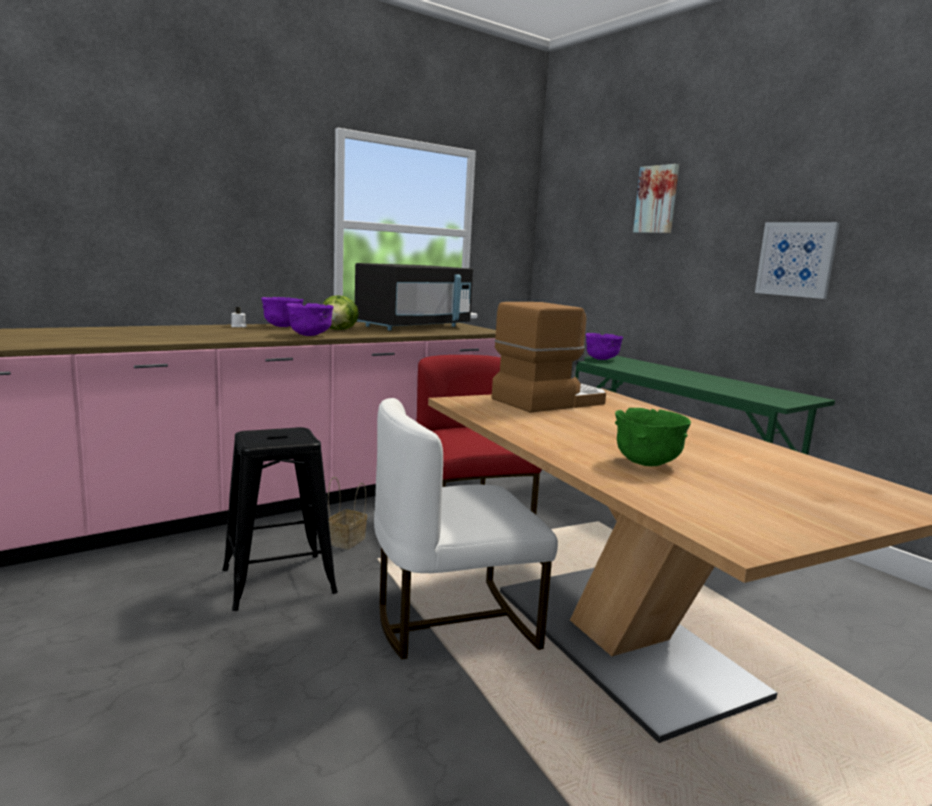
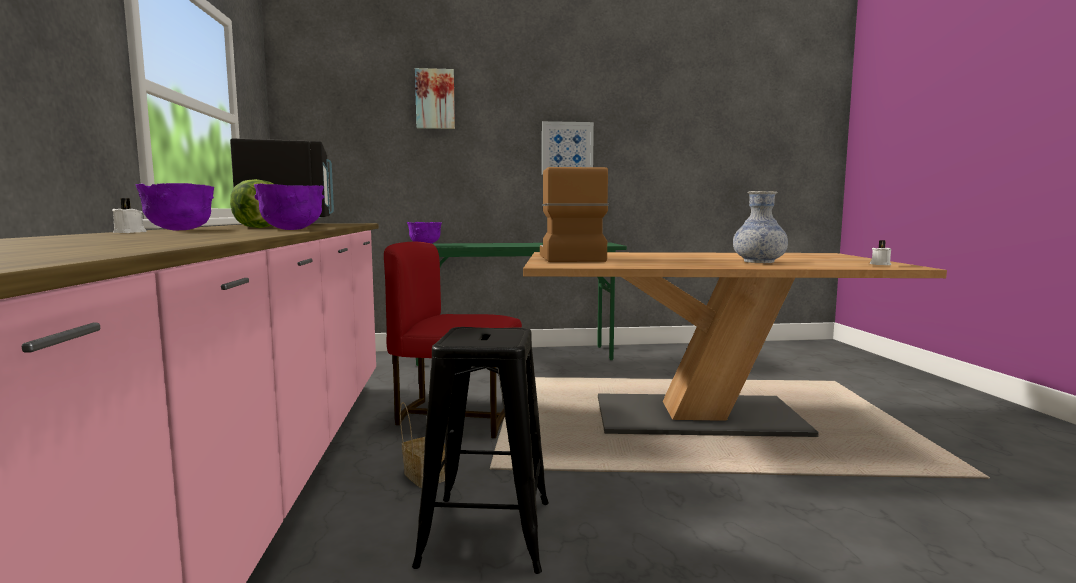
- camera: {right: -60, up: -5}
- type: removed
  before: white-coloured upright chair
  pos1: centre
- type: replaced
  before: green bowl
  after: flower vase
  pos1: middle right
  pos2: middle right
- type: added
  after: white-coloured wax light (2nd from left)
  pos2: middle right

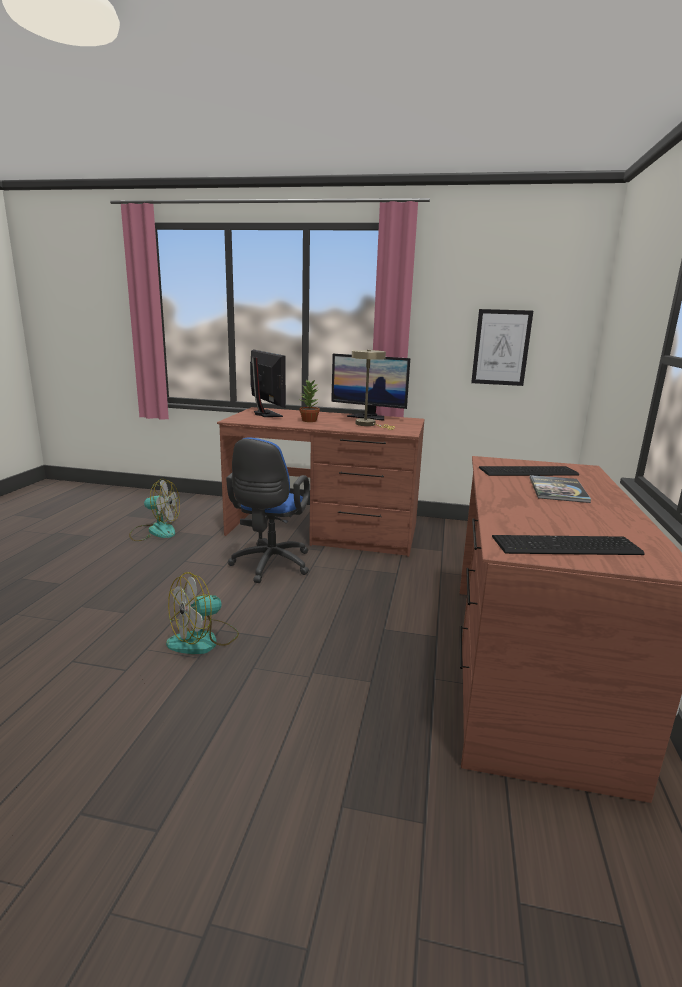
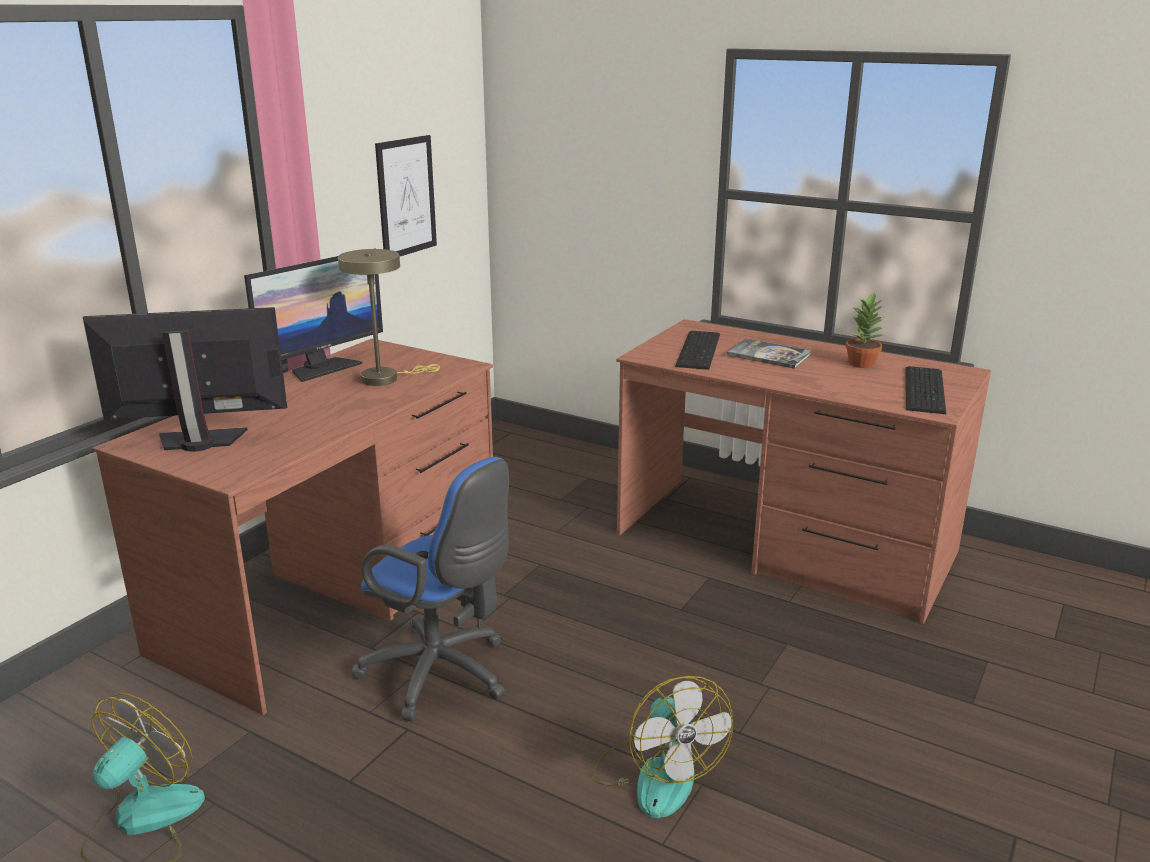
- camera: {right: -70, up: 5}
- type: moved
  before: houseplant
  pos1: centre
  pos2: middle right

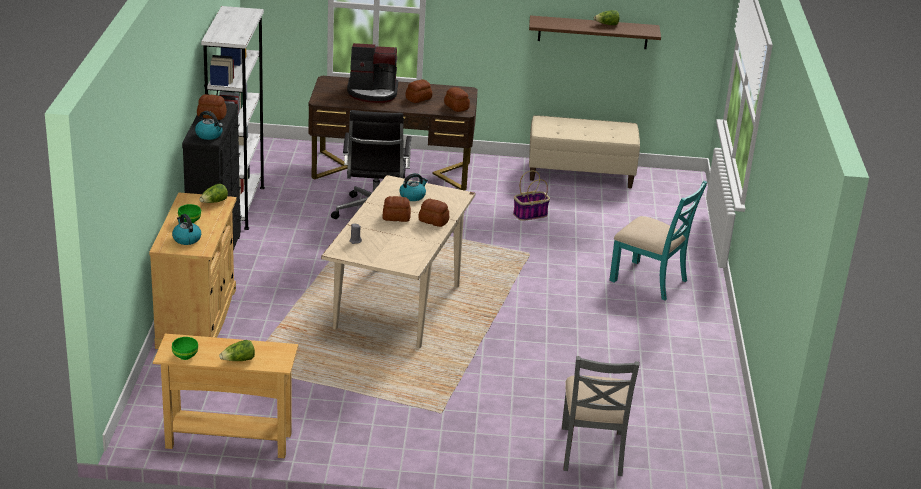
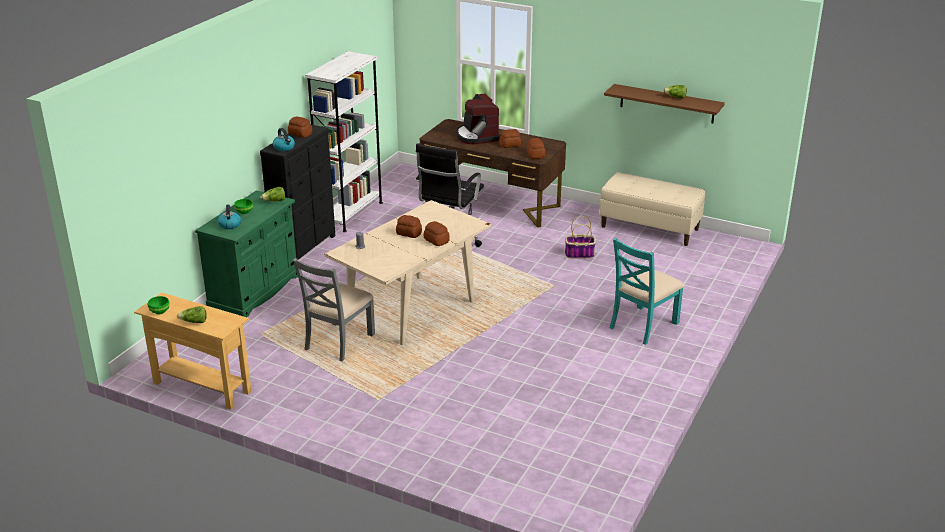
- camera: {right: 25, up: 0}
- type: turned
  before: coffee brewer
  pos1: top centre
  pos2: top centre
  turn: 45
- type: removed
  before: tea kettle (3rd from left)
  pos1: centre
- type: turned
  before: turquoise upright chair
  pos1: middle right
  pos2: middle right
  turn: 75
- type: recoloured
  before: beige storage cabinet
  after: green storage cabinet
  pos1: middle left
  pos2: middle left
- type: moved
  before: greyish upright chair
  pos1: bottom centre
  pos2: centre

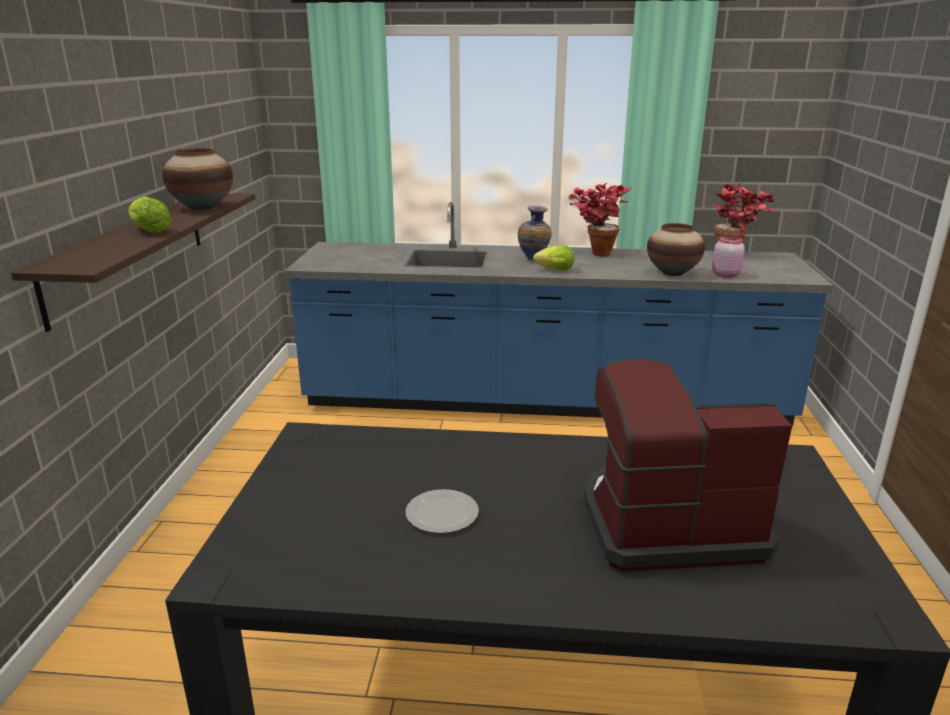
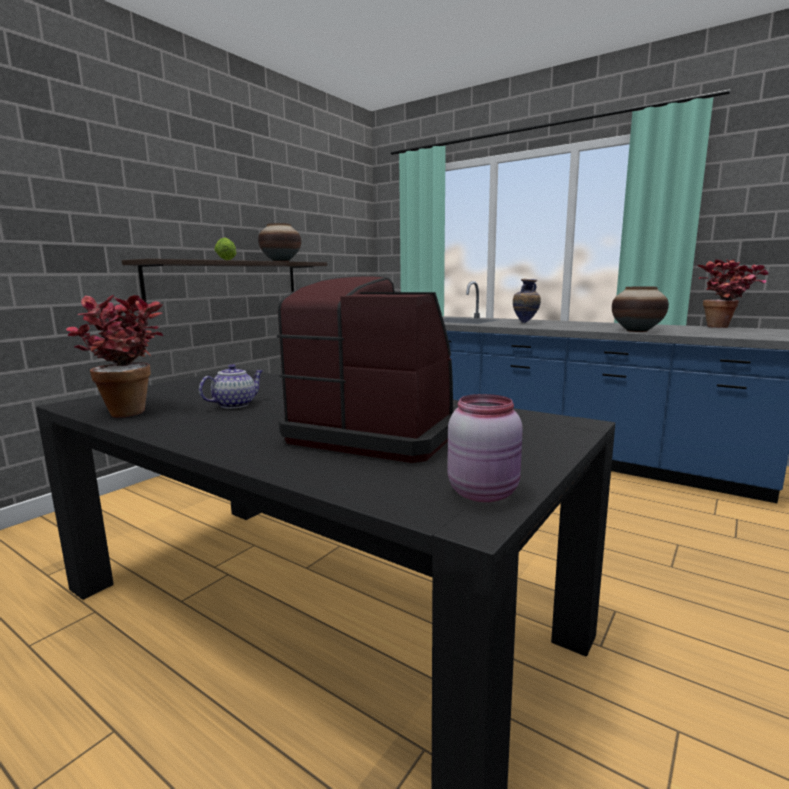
- camera: {right: 30, up: -10}
- type: moved
  before: houseplant (1st from left)
  pos1: top centre
  pos2: middle left
- type: moved
  before: pinkish preserve jar
  pos1: middle right
  pos2: centre
- type: removed
  before: lettuce (2nd from left)
  pos1: centre
- type: replaced
  before: plate
  after: pot for tea
  pos1: bottom centre
  pos2: middle left

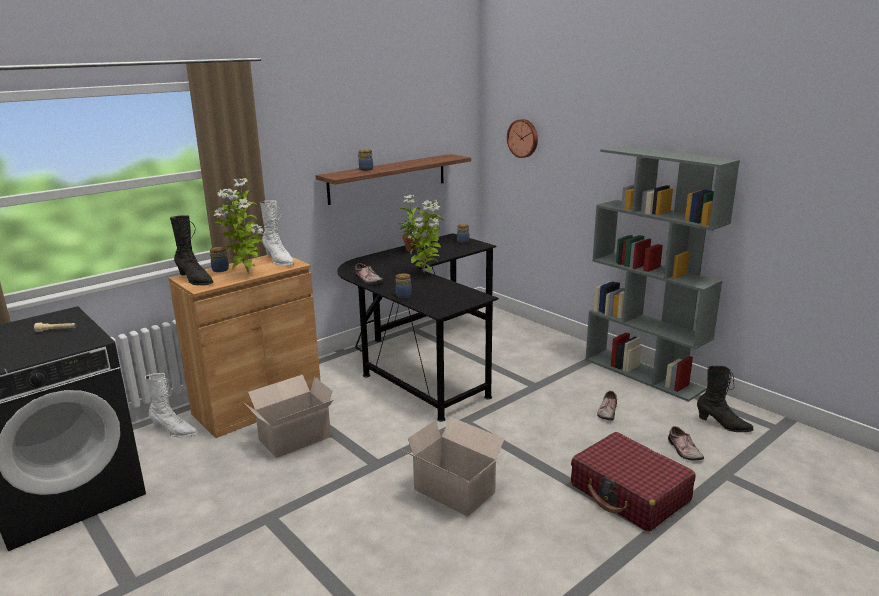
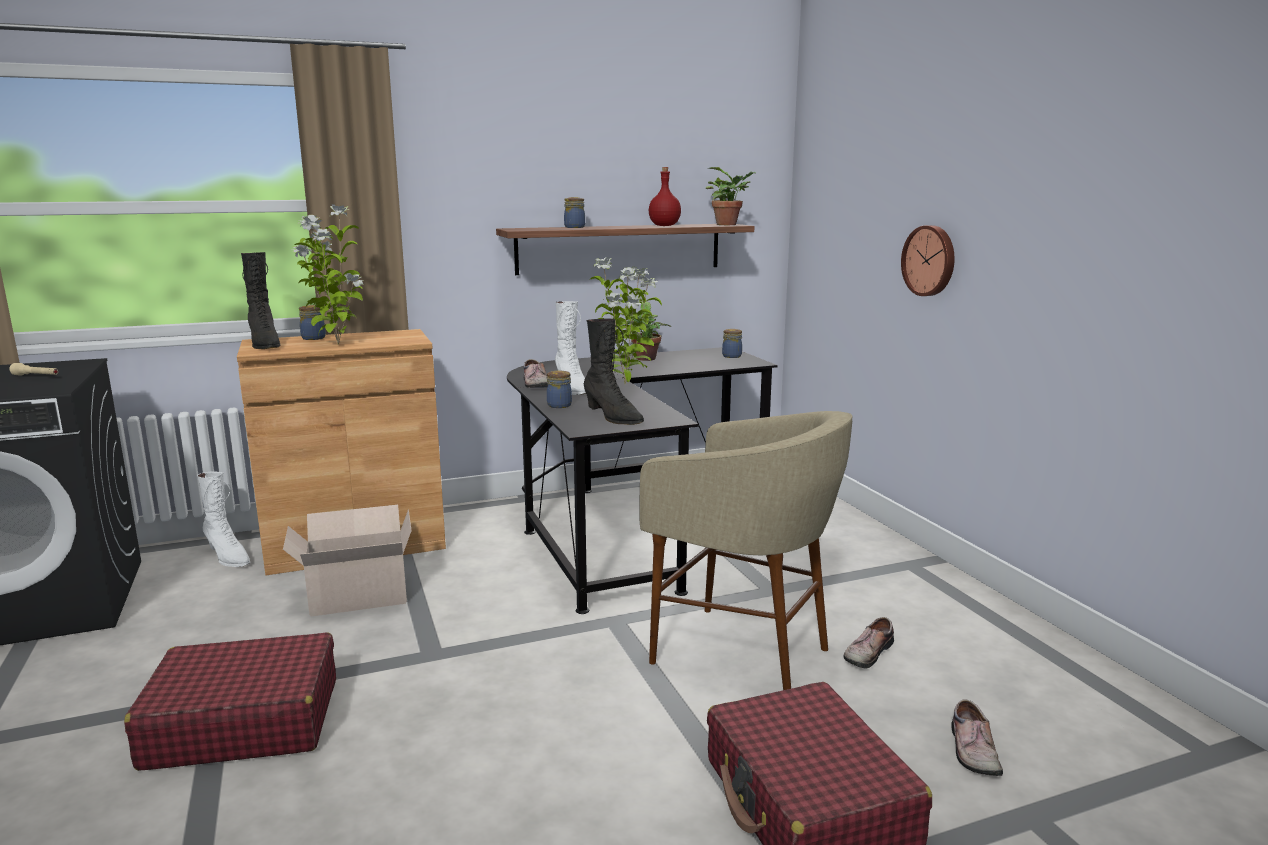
- camera: {right: 20, up: -5}
- type: moved
  before: wall clock
  pos1: top centre
  pos2: top right
- type: removed
  before: greyish bookshelf
  pos1: middle right
- type: moved
  before: white-coloured high-top boot (2nd from left)
  pos1: middle left
  pos2: centre
- type: moved
  before: blackish high-top boot (2nd from left)
  pos1: bottom right
  pos2: centre
- type: removed
  before: packing box (2nd from left)
  pos1: bottom centre
- type: added
  after: red-coloured drink bottle
  pos2: top centre
- type: added
  after: houseplant (4th from left)
  pos2: top centre
- type: added
  after: beige sitting stool
  pos2: centre
- type: added
  after: red-coloured suitcase (1st from left)
  pos2: bottom left

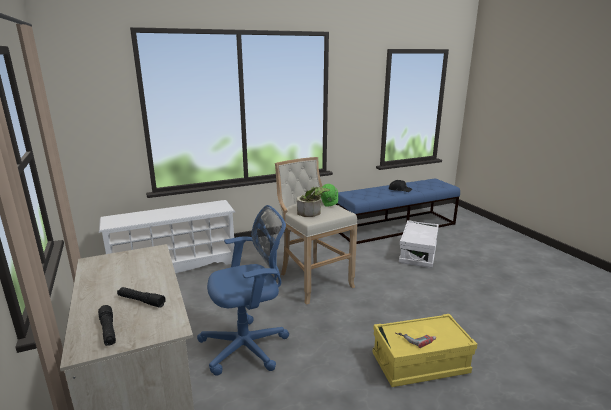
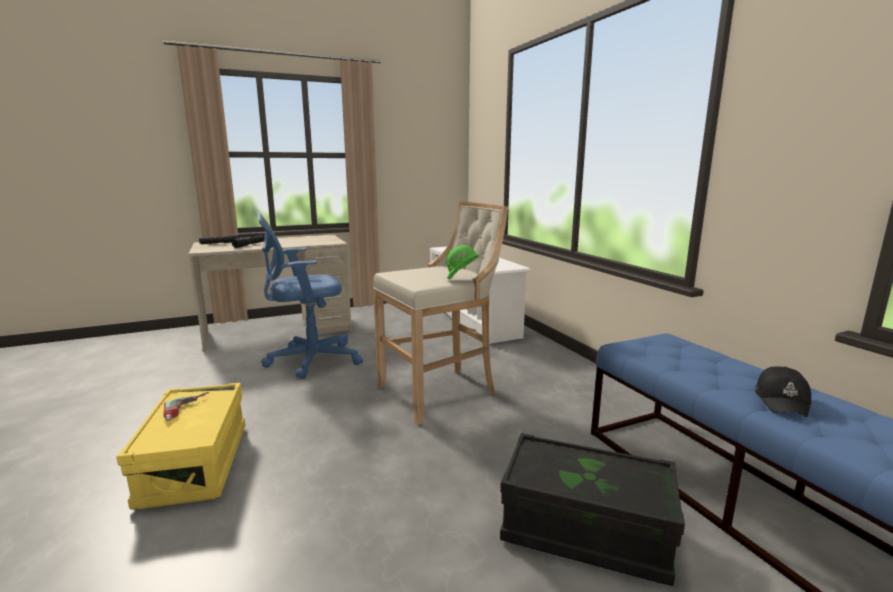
- camera: {right: 90, up: -5}
- type: removed
  before: houseplant
  pos1: centre
- type: turned
  before: blue-coloured desk chair
  pos1: bottom centre
  pos2: centre
  turn: 90
- type: recoloured
  before: white-coloured storage box
  after: blackish storage box
  pos1: middle right
  pos2: bottom centre

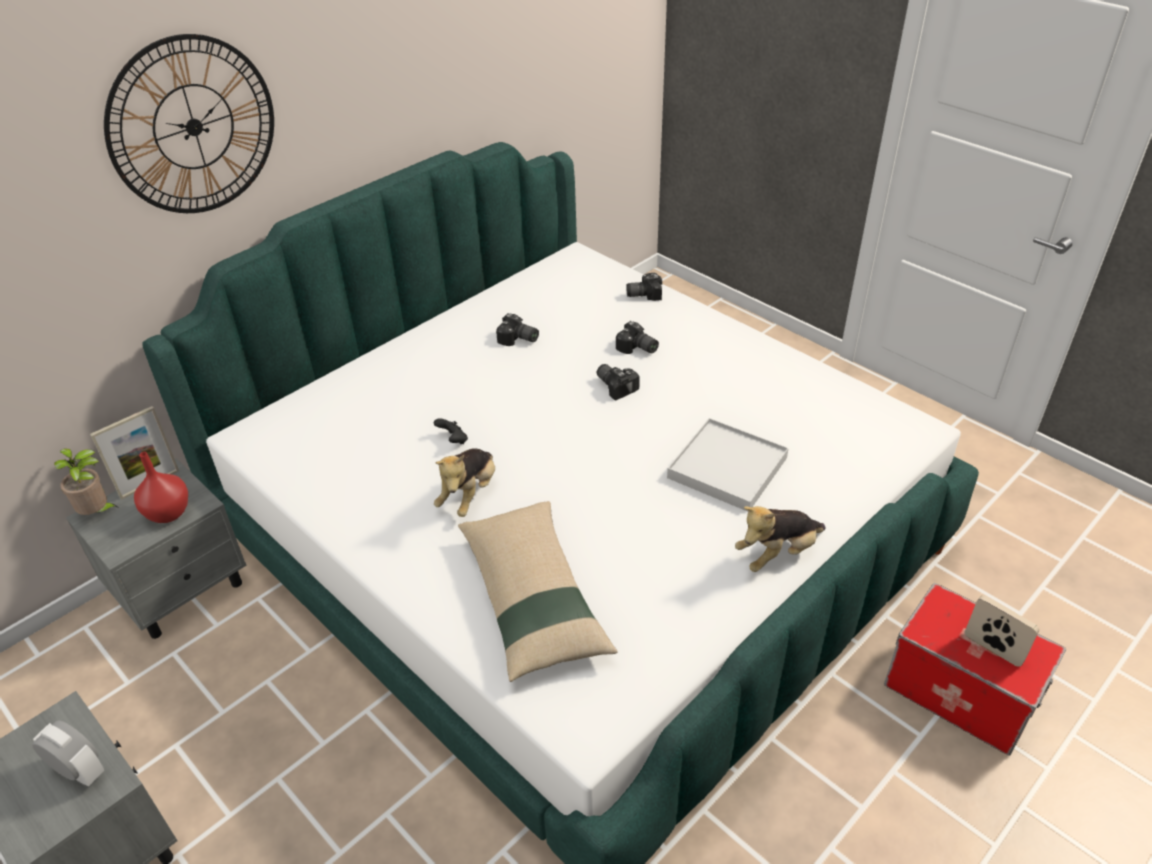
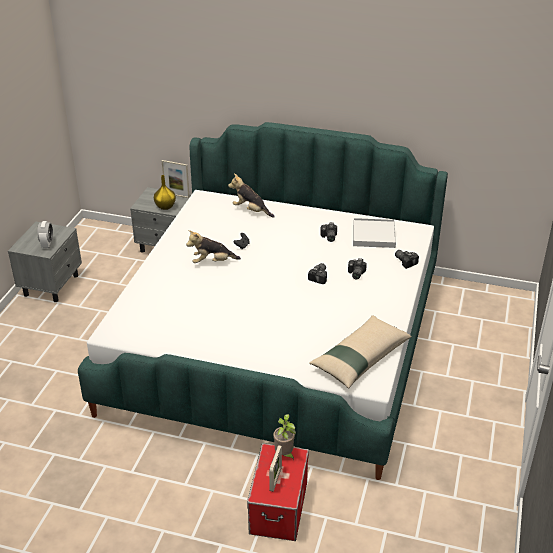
- camera: {right: 60, up: -5}
- type: removed
  before: wall clock
  pos1: top left
- type: moved
  before: white-coloured serving tray
  pos1: centre
  pos2: middle right
- type: moved
  before: houseplant
  pos1: middle left
  pos2: bottom centre
- type: recoloured
  before: red-coloured flower vase
  after: yellow flower vase
  pos1: middle left
  pos2: middle left
- type: moved
  before: beige throw pillow
  pos1: bottom centre
  pos2: centre
- type: moved
  before: plush toy (2nd from left)
  pos1: middle right
  pos2: centre

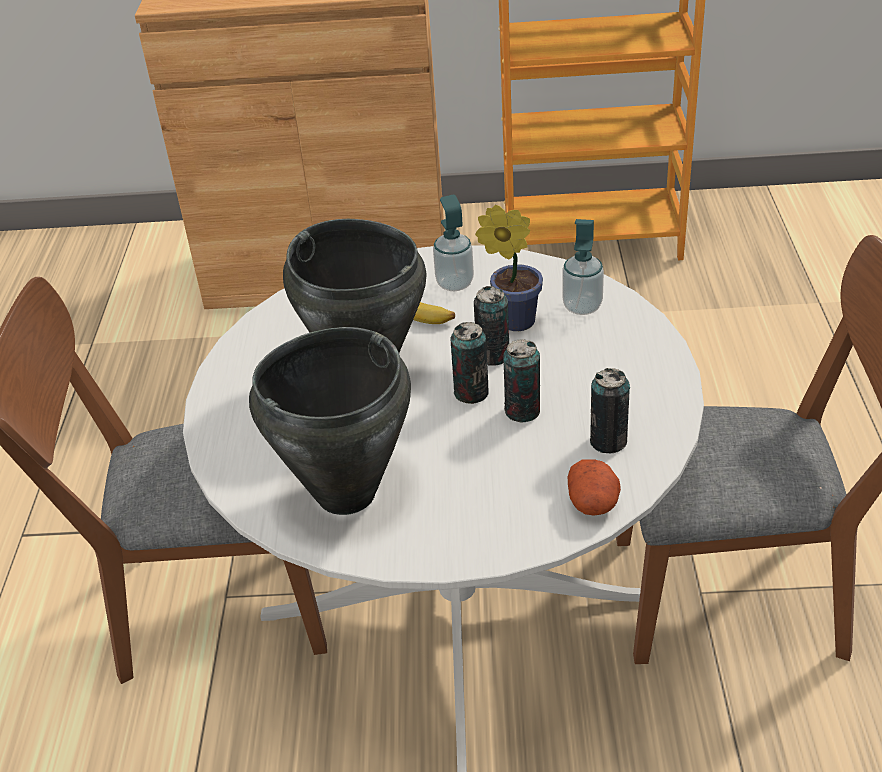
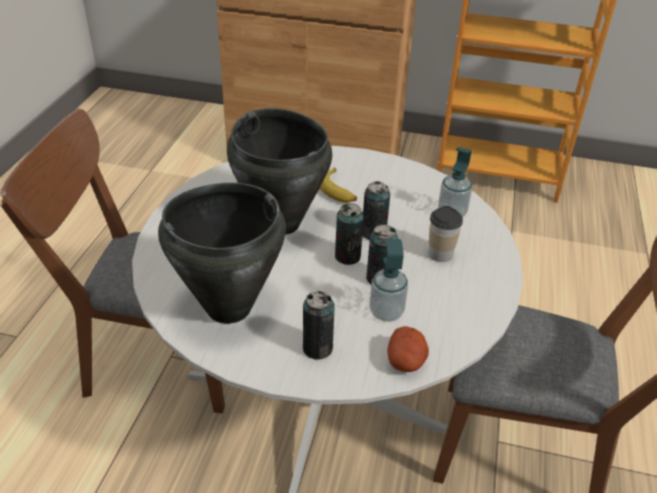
- camera: {right: 10, up: 0}
- type: moved
  before: liquid soap bottle (1st from left)
  pos1: top centre
  pos2: centre
- type: removed
  before: houseplant
  pos1: centre
- type: moved
  before: sealed can (4th from left in the first image)
  after: sealed can (1st from left)
  pos1: middle right
  pos2: centre
- type: added
  after: drinking cup
  pos2: middle right

